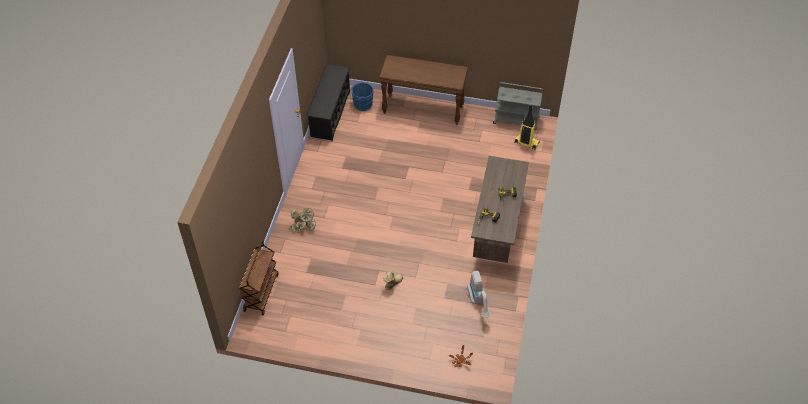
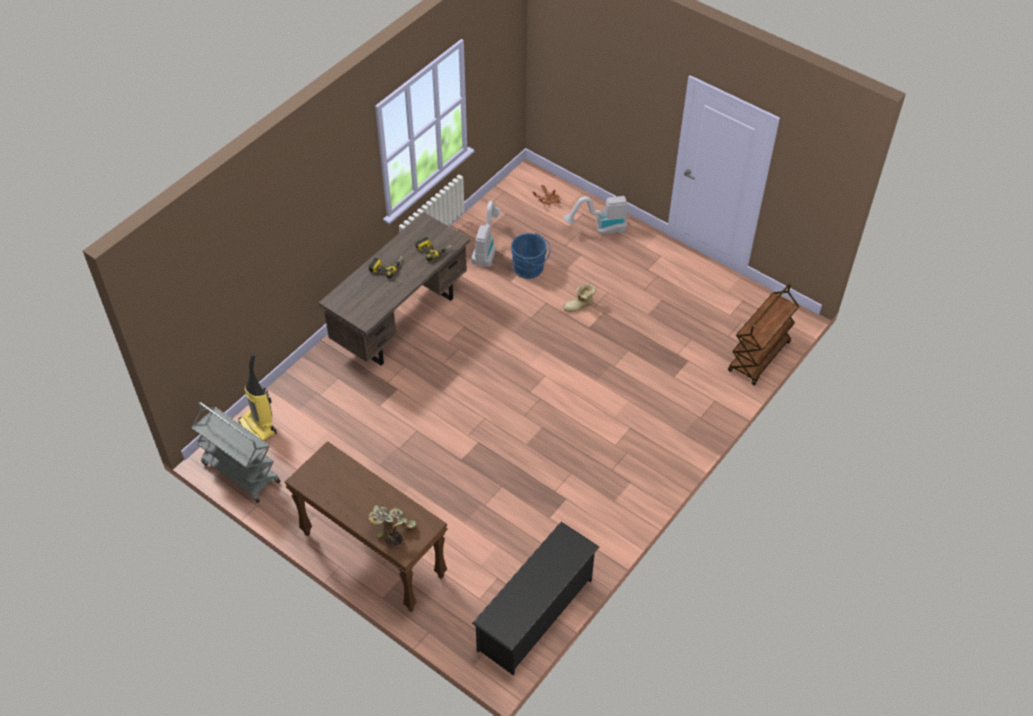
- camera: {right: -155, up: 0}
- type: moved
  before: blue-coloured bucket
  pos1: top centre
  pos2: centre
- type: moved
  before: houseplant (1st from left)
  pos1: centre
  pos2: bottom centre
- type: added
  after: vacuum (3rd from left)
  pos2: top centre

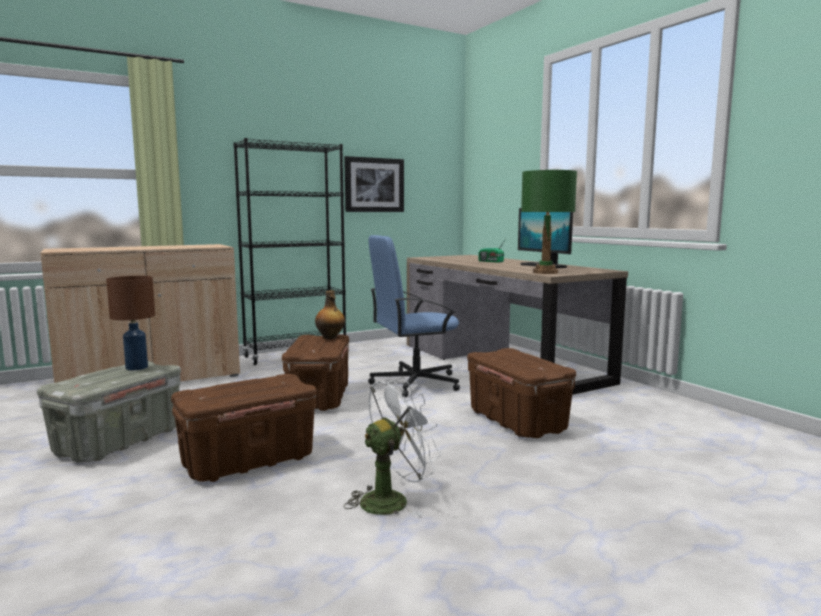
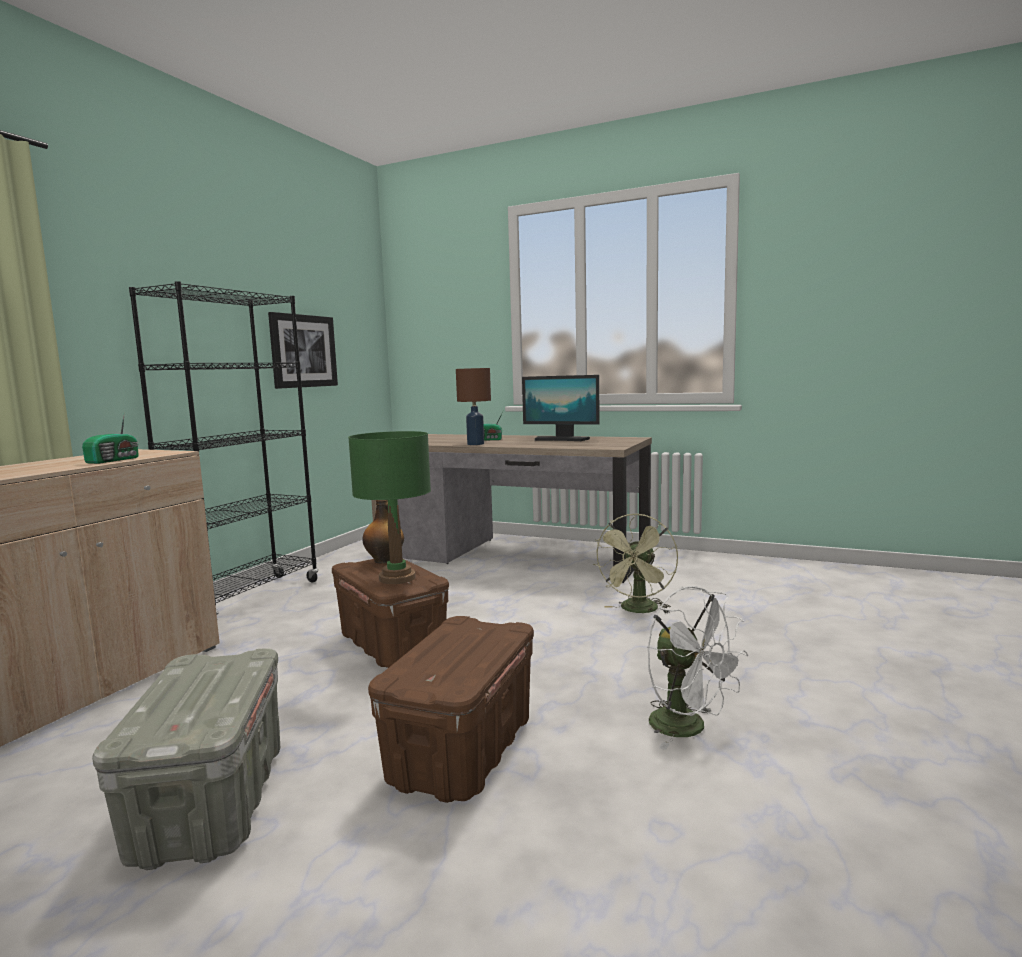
- camera: {right: -35, up: 0}
- type: moved
  before: green lamp for a table
  pos1: middle right
  pos2: centre
- type: removed
  before: blue-coloured desk chair
  pos1: centre
- type: moved
  before: brownish lamp for a table
  pos1: middle left
  pos2: centre
- type: replaced
  before: brownish storage box (3rd from left)
  after: green electric fan
  pos1: centre
  pos2: centre
- type: turned
  before: white-coloured electric fan
  pos1: bottom centre
  pos2: bottom right
  turn: 120
- type: added
  after: radio receiver (1st from left)
  pos2: middle left

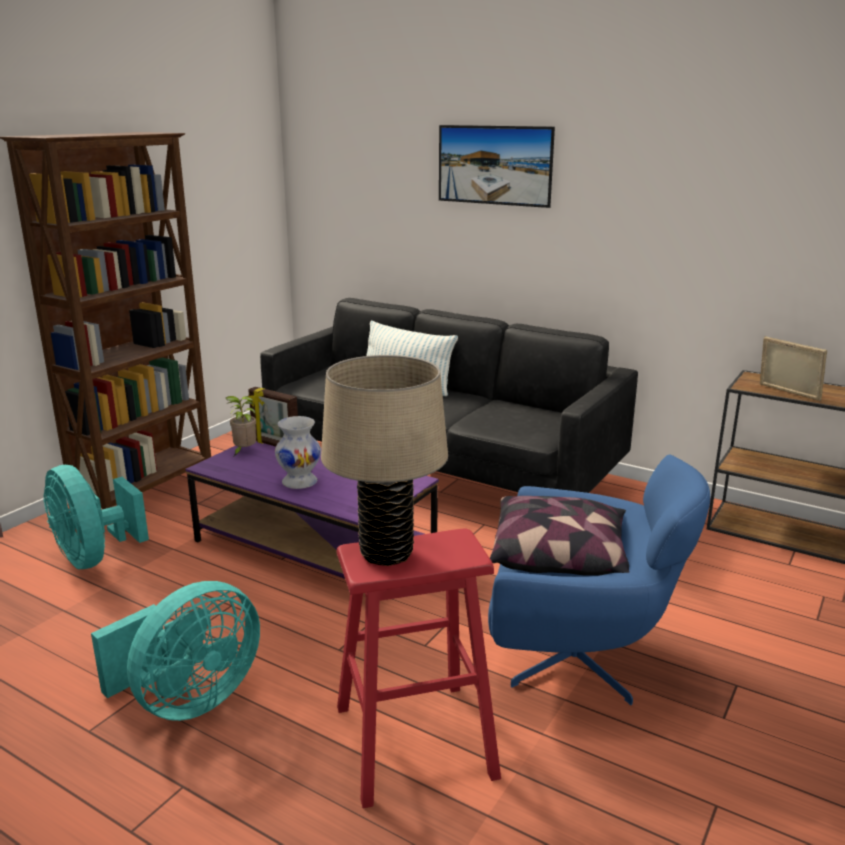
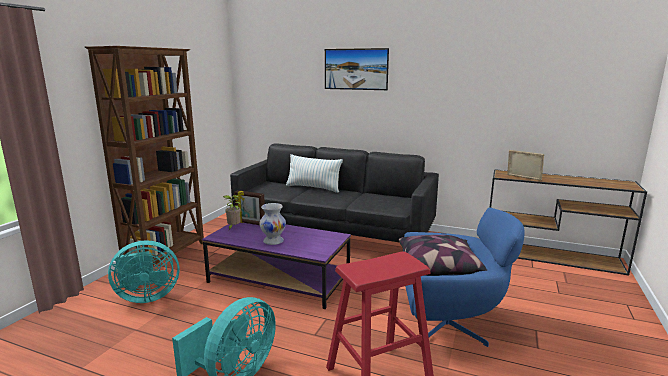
- camera: {right: -10, up: -5}
- type: removed
  before: beige lamp for a table
  pos1: centre
- type: turned
  before: turquoise electric fan (1st from left)
  pos1: middle left
  pos2: bottom left
  turn: -60

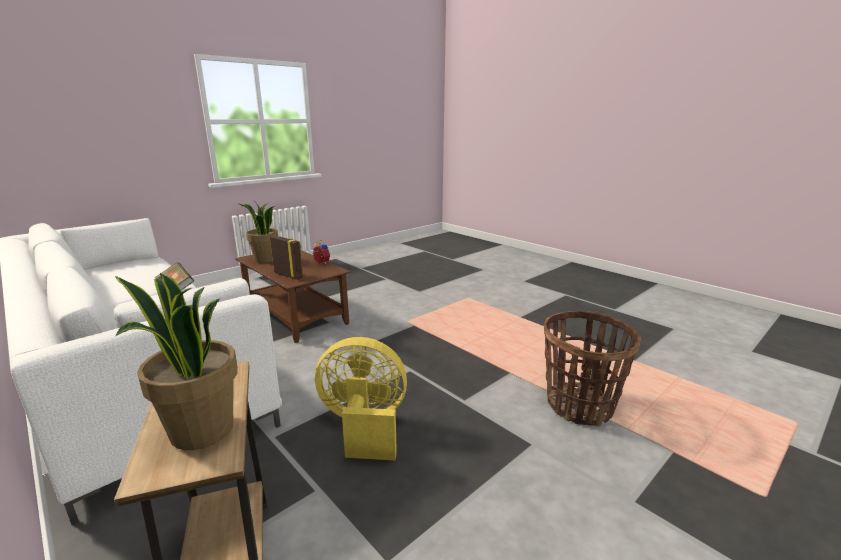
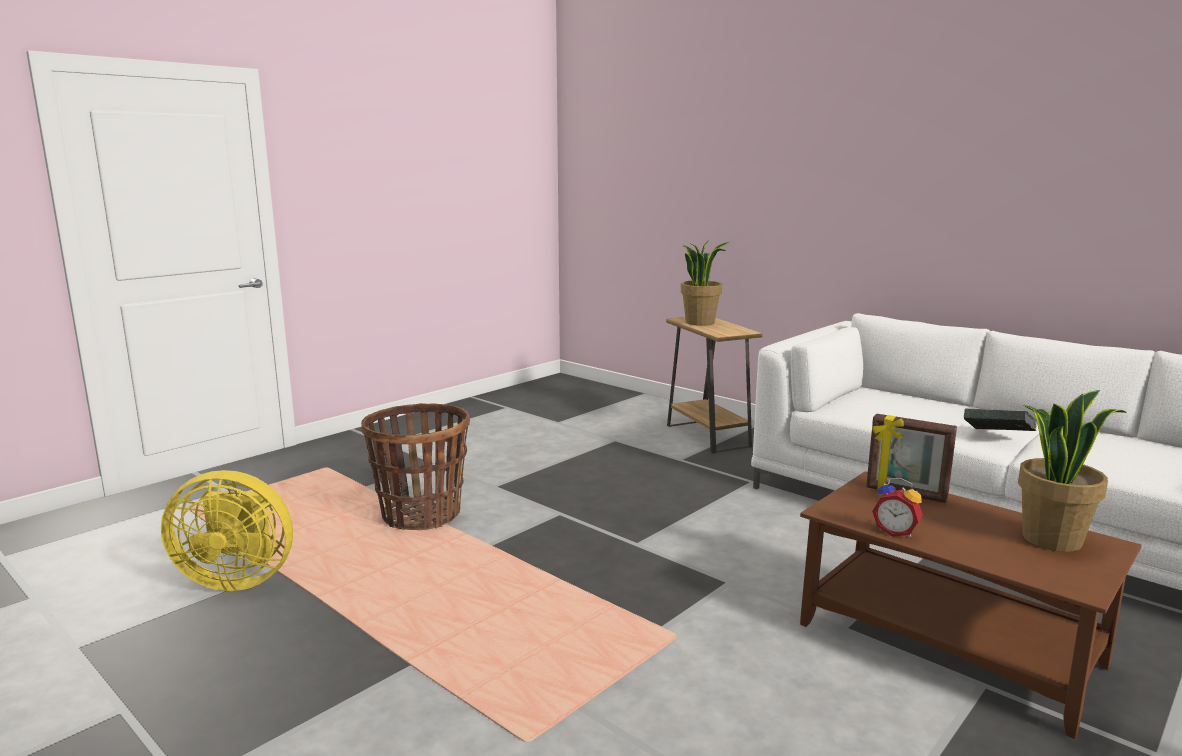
- camera: {right: 175, up: -5}
- type: moved
  before: yellow electric fan
  pos1: bottom centre
  pos2: bottom left

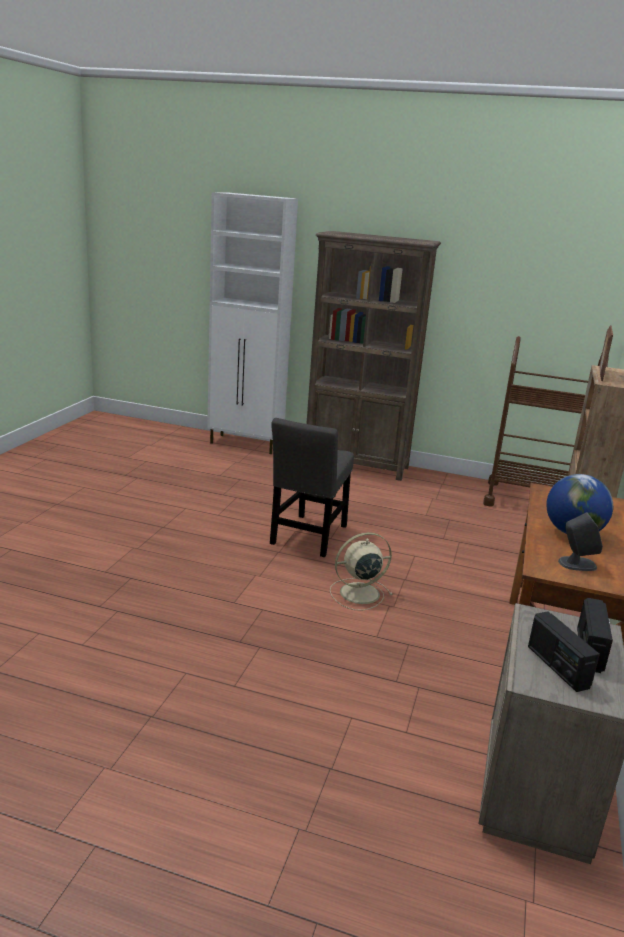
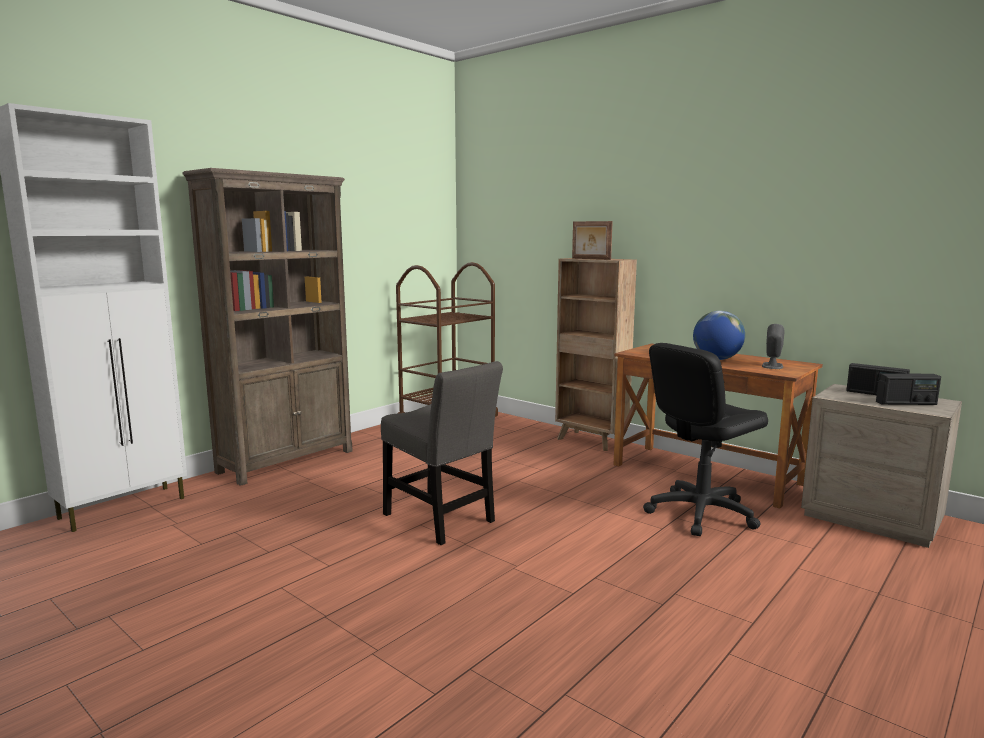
- camera: {right: -65, up: -10}
- type: removed
  before: beige electric fan
  pos1: centre
- type: added
  after: blackish desk chair
  pos2: middle right

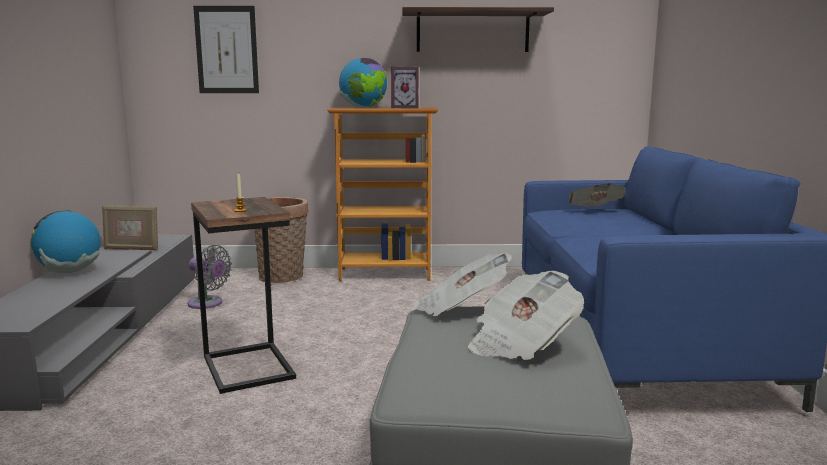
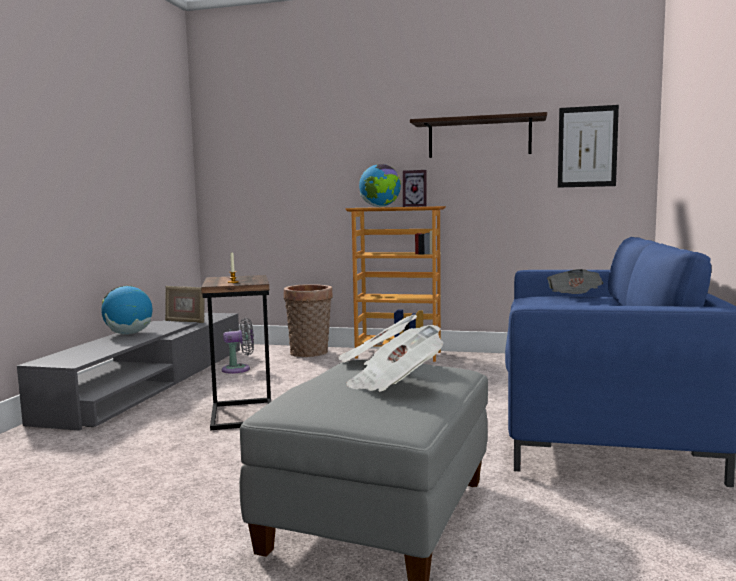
- camera: {right: 15, up: -5}
- type: moved
  before: picture
  pos1: top left
  pos2: top right
- type: turned
  before: greyish electric fan
  pos1: middle left
  pos2: middle left
  turn: -60

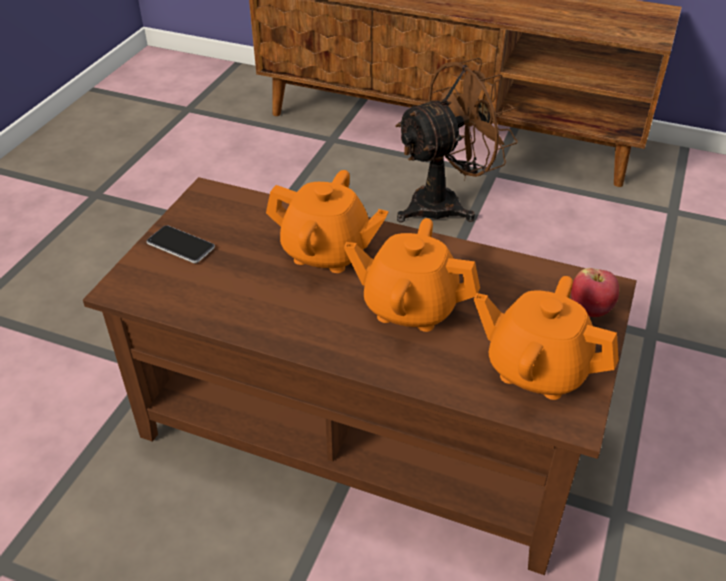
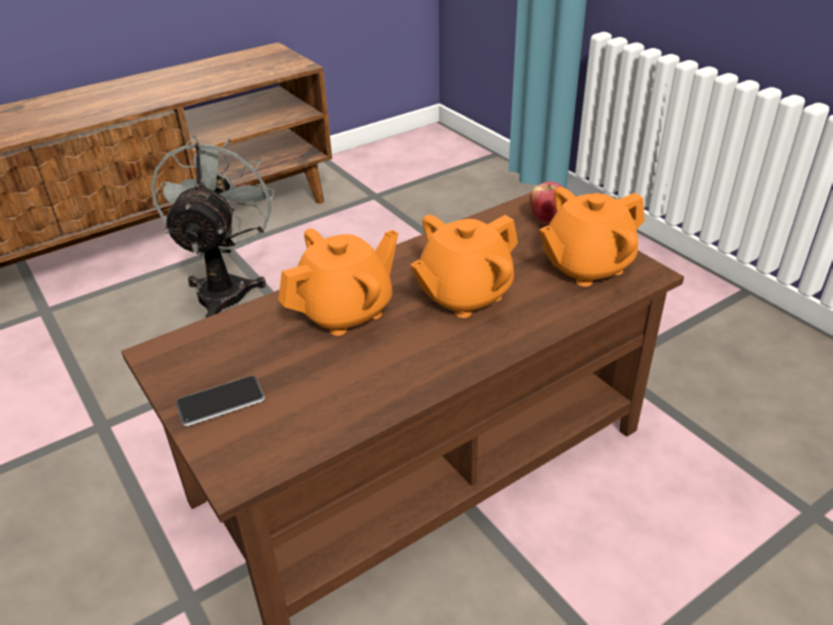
- camera: {right: -55, up: -5}
- type: recoloured
  before: brownish electric fan
  after: greyish electric fan
  pos1: top centre
  pos2: middle left

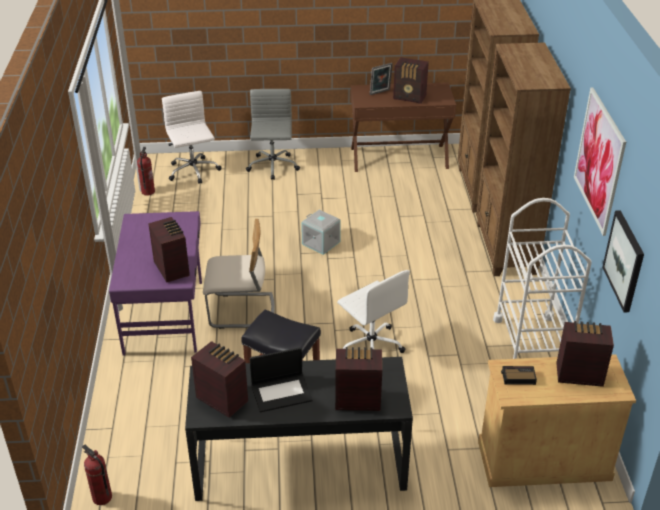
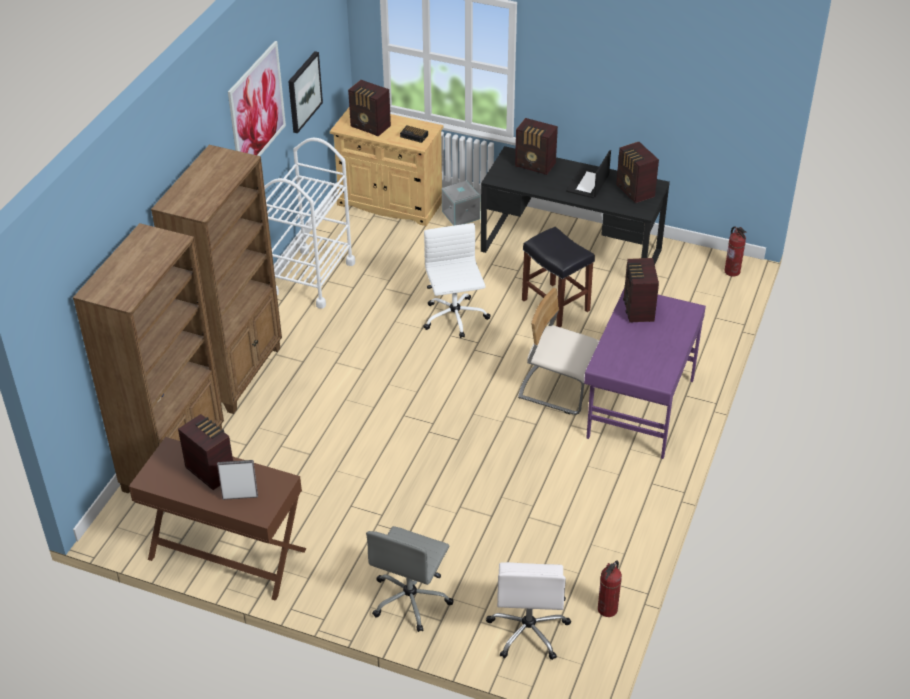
- camera: {right: -155, up: 5}
- type: moved
  before: greyish storage box
  pos1: centre
  pos2: top centre
- type: turned
  before: laptop
  pos1: bottom centre
  pos2: top centre
  turn: -75

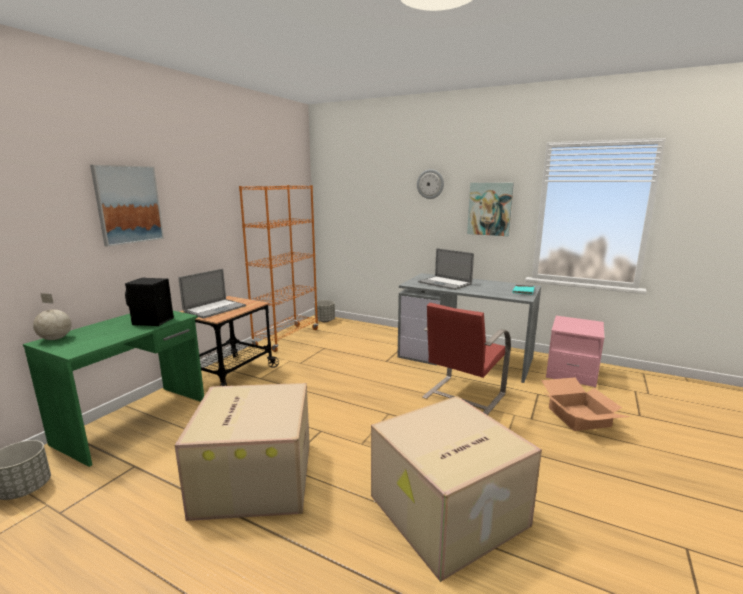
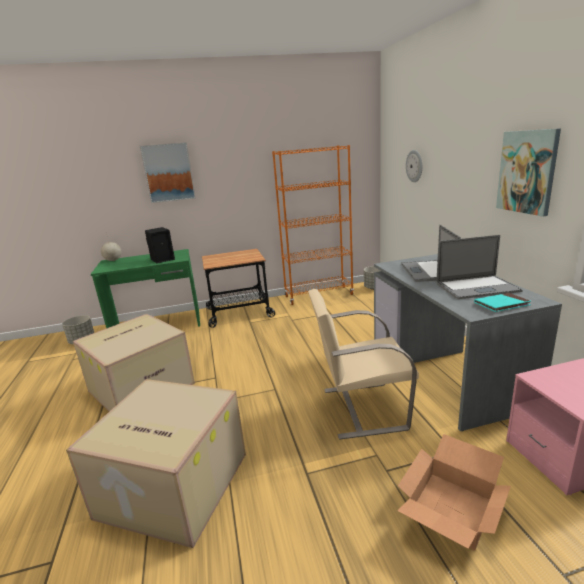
- camera: {right: 50, up: 5}
- type: moved
  before: wall clock
  pos1: top centre
  pos2: top right
- type: moved
  before: laptop (1st from left in the first image)
  after: laptop (2nd from left)
  pos1: middle left
  pos2: middle right
- type: recoloured
  before: red-coloured upright chair
  after: beige upright chair
  pos1: centre
  pos2: centre

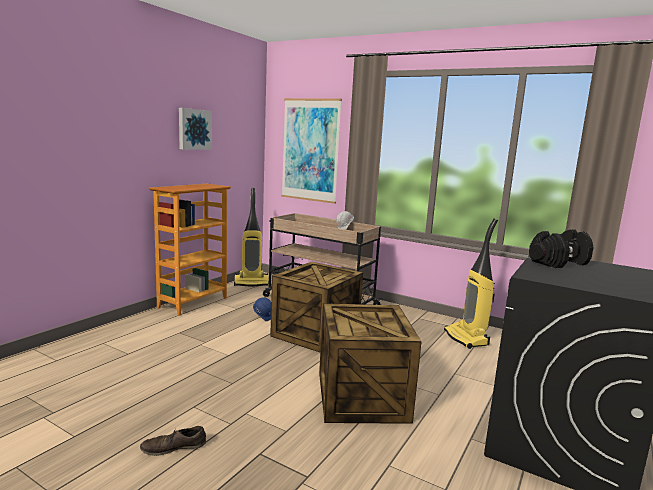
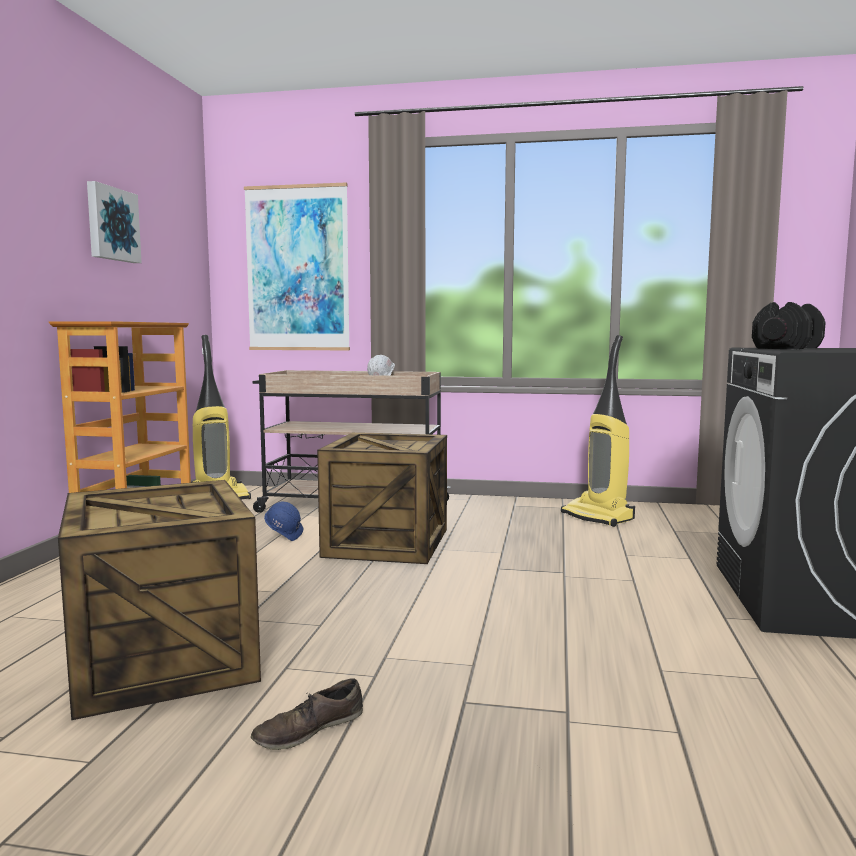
- camera: {right: -20, up: -5}
- type: moved
  before: crate (2nd from left in the first image)
  after: crate (1st from left)
  pos1: bottom centre
  pos2: bottom left

